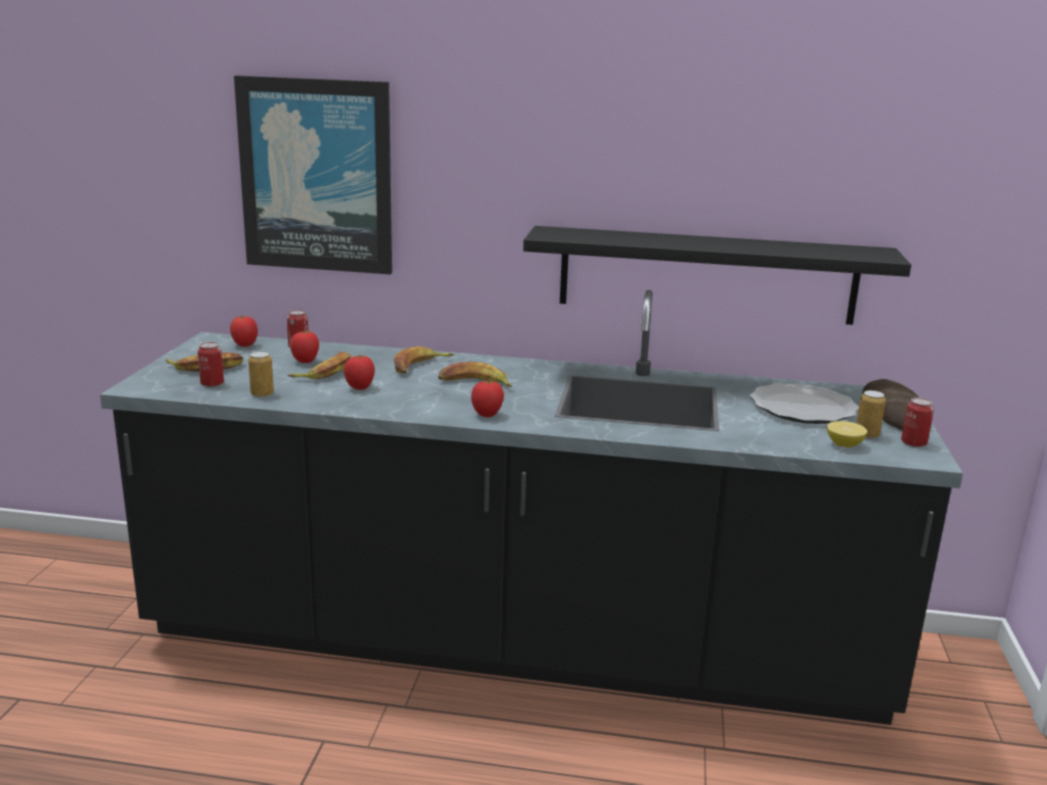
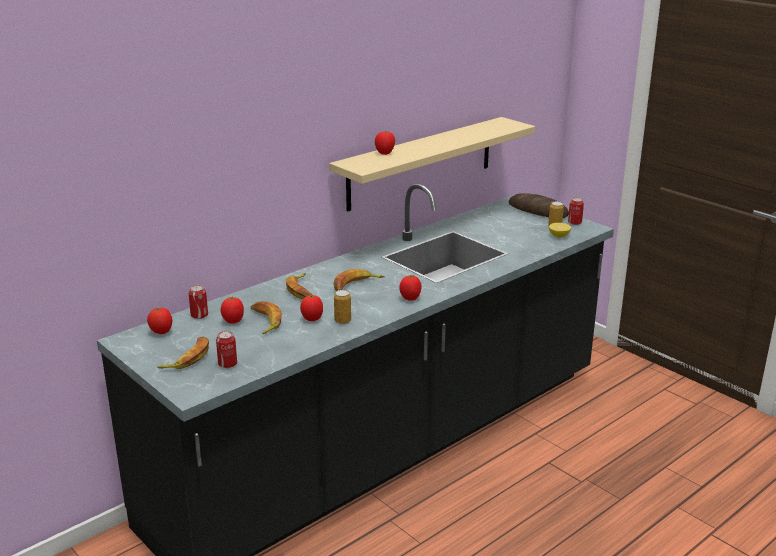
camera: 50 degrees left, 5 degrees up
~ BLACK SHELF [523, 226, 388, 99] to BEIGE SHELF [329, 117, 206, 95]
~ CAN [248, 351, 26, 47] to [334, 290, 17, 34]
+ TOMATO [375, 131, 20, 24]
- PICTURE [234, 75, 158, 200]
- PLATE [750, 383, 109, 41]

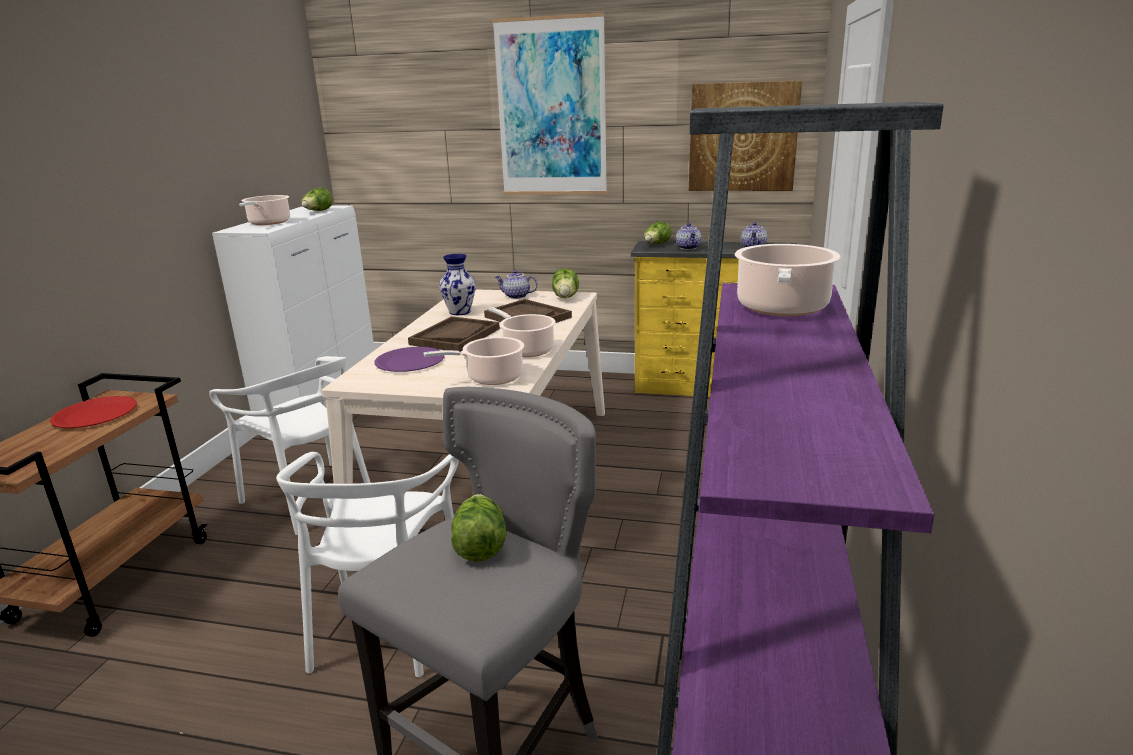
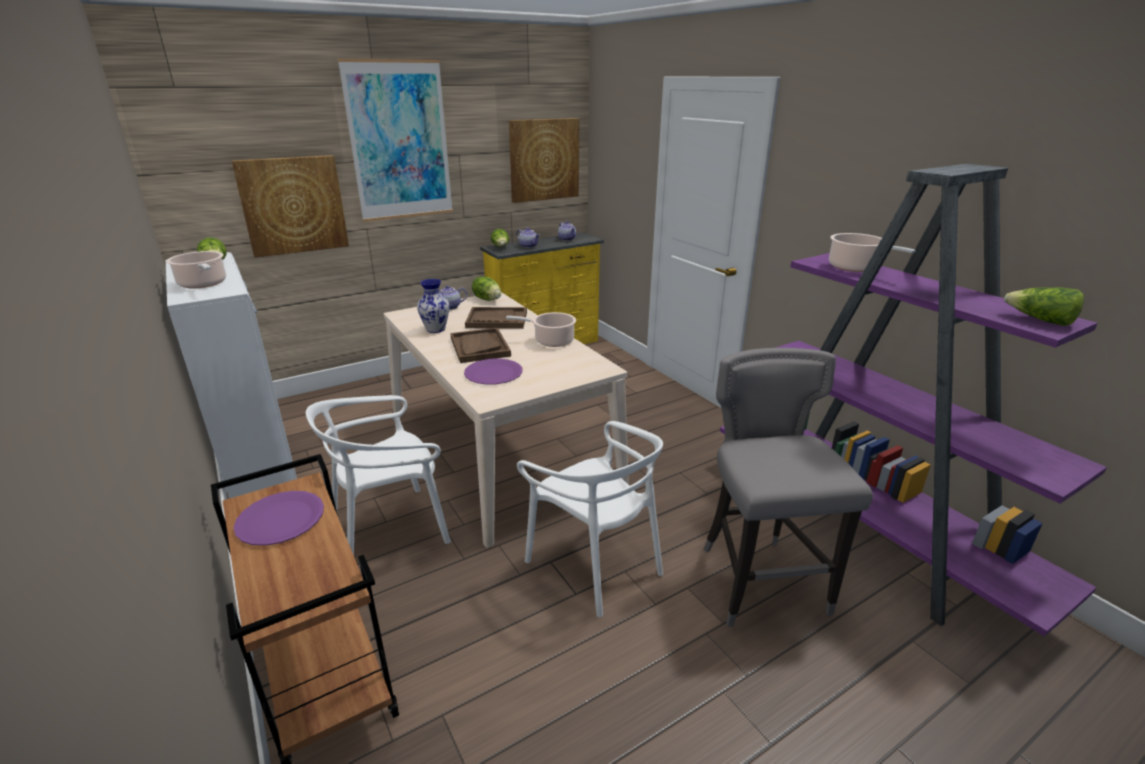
camera: 45 degrees left, 5 degrees up
+ PICTURE [231, 155, 118, 103]
~ RED PLATE [50, 396, 87, 32] to PURPLE PLATE [233, 491, 91, 55]
~ WHITE CHAIR [209, 356, 162, 179] = [306, 395, 145, 160] 150 degrees clockwise
~ LETTUCE [451, 494, 56, 68] to [1004, 287, 80, 39]
- COOKING POT [424, 337, 100, 48]

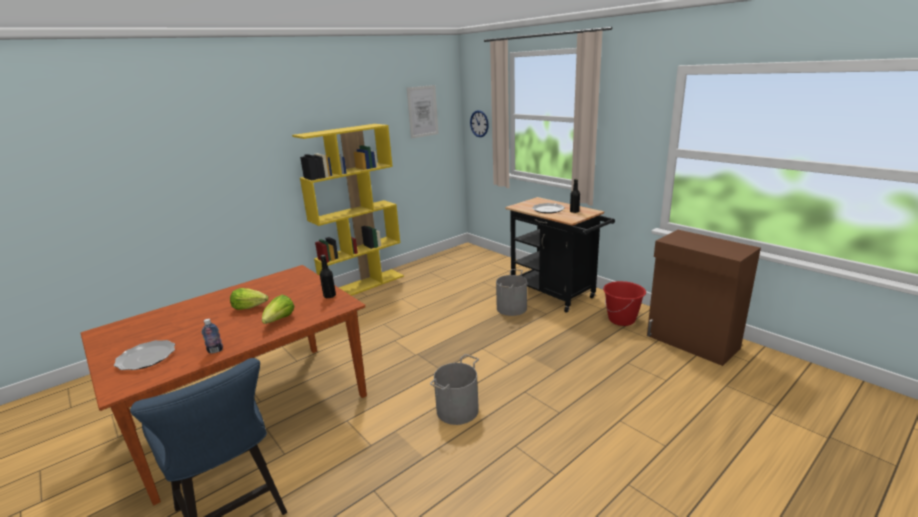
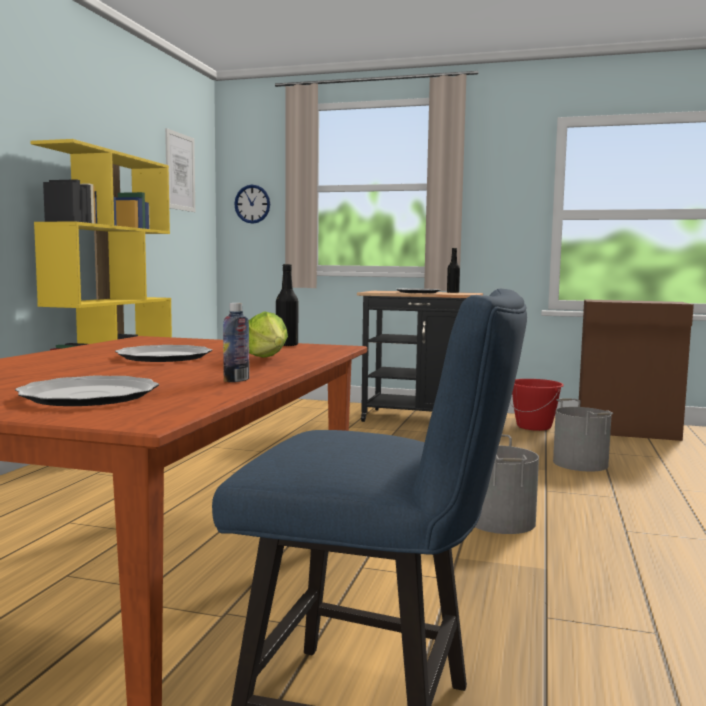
camera: 35 degrees left, 15 degrees down
~ LETTUCE [230, 288, 38, 22] to PLATE [115, 345, 97, 17]
~ GREY BUCKET [496, 269, 31, 47] to [553, 398, 60, 74]

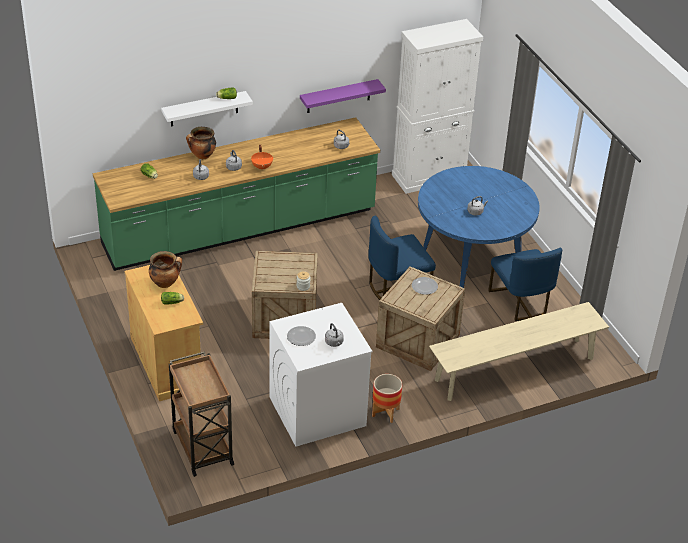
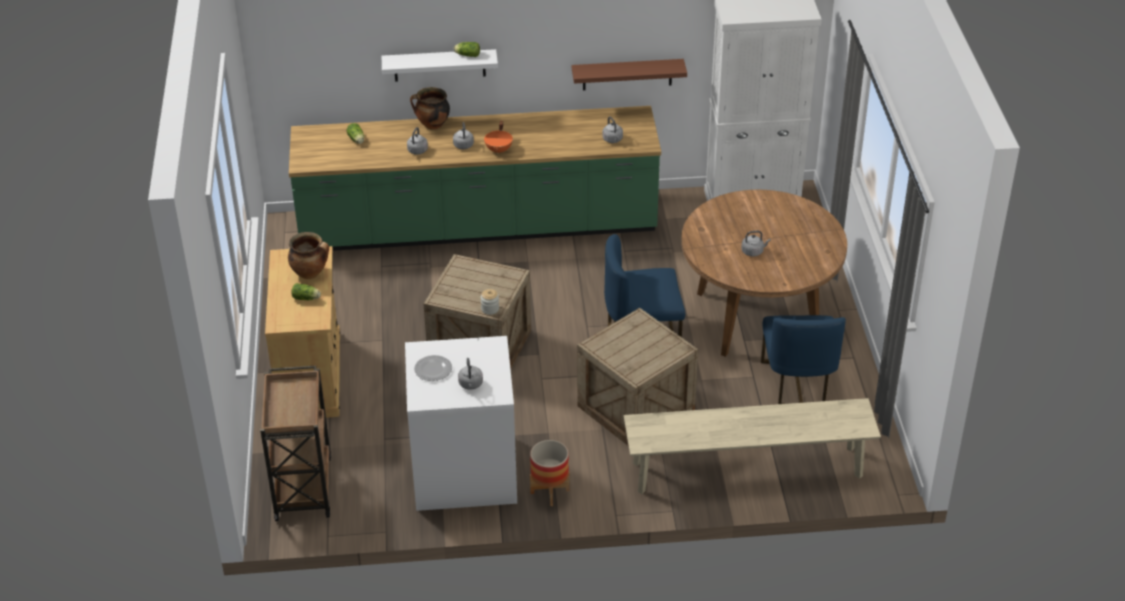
camera: 20 degrees right, 0 degrees up
~ PURPLE SHELF [300, 79, 86, 34] to BROWN SHELF [572, 59, 115, 31]
~ BLUE DINING TABLE [418, 166, 122, 122] to BROWN DINING TABLE [681, 190, 166, 167]
- PLATE [412, 277, 26, 18]

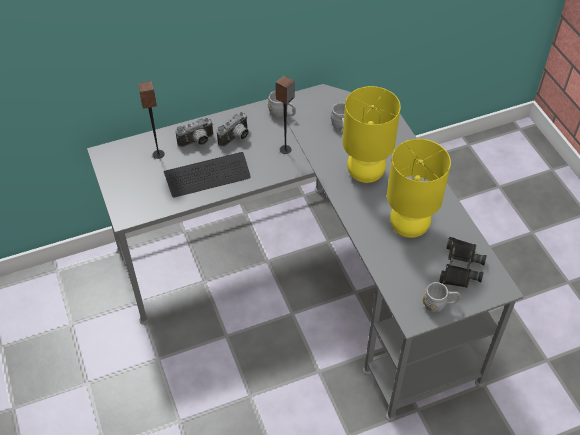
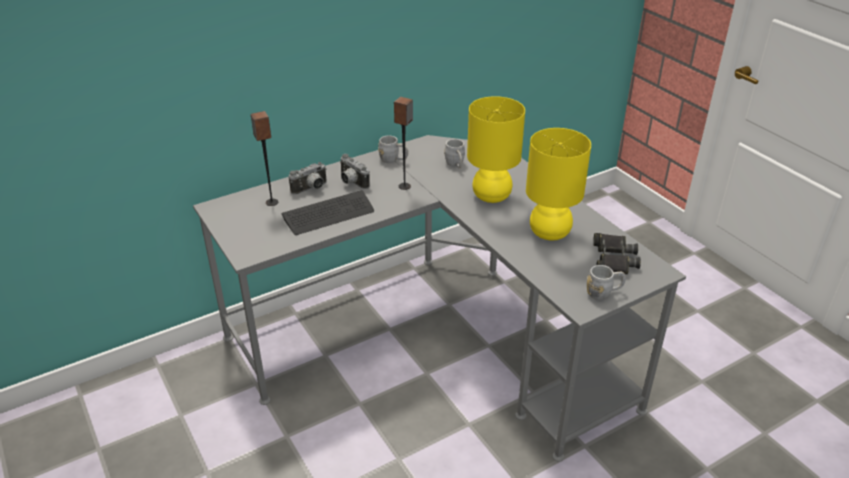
camera: 10 degrees left, 15 degrees down
~ PHOTO CAMERA [217, 112, 32, 35] = [340, 154, 30, 35] 105 degrees clockwise

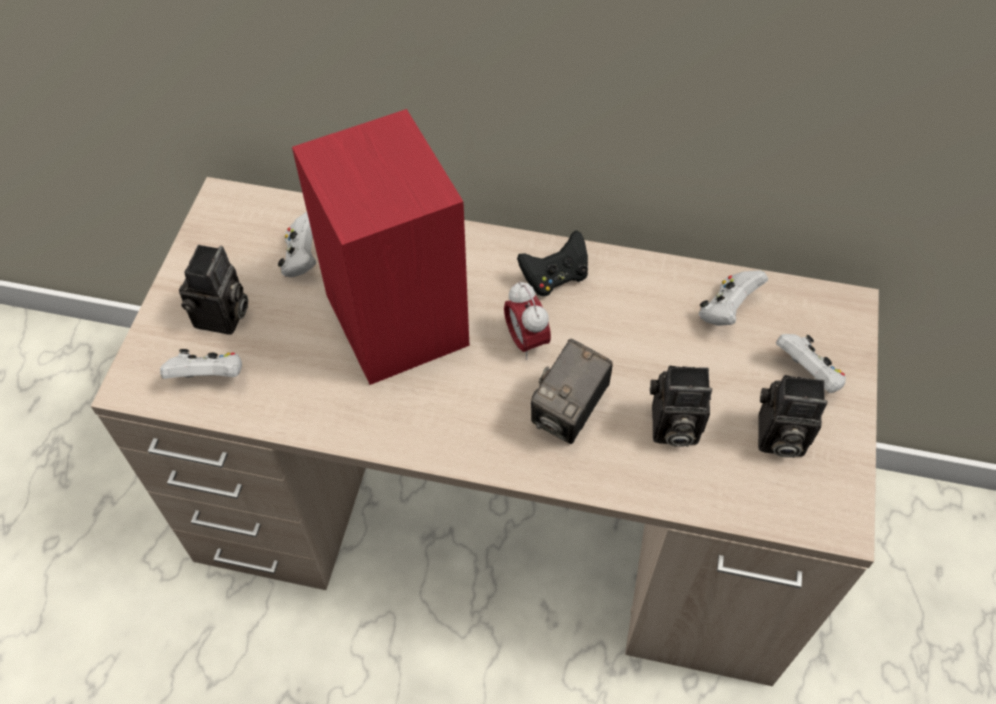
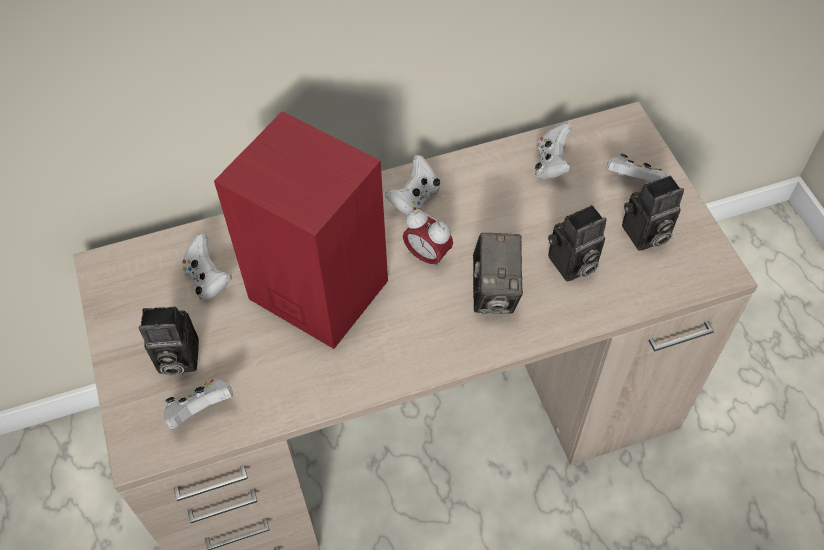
camera: 30 degrees left, 0 degrees up
~ PHOTO CAMERA [179, 245, 69, 90] = [139, 306, 60, 69] 105 degrees clockwise
~ BLACK GAME CONTROLLER [517, 231, 71, 65] to WHITE GAME CONTROLLER [385, 155, 55, 60]

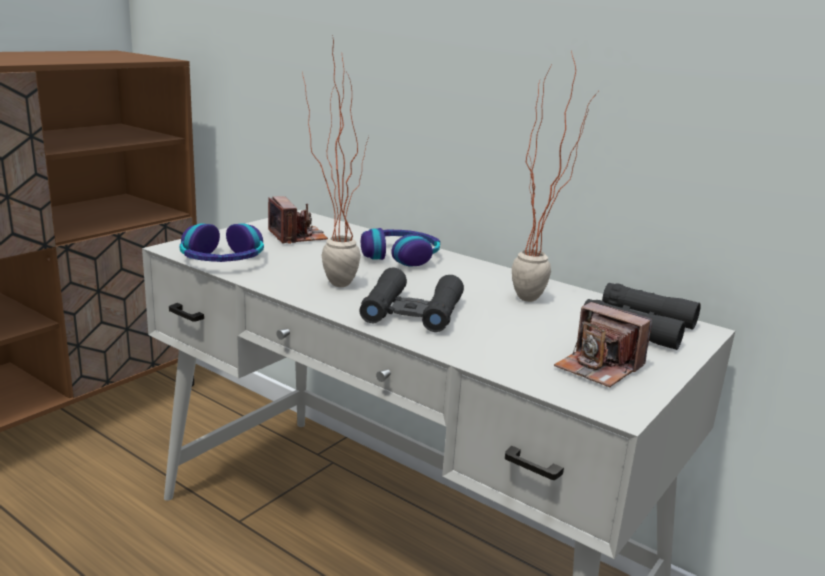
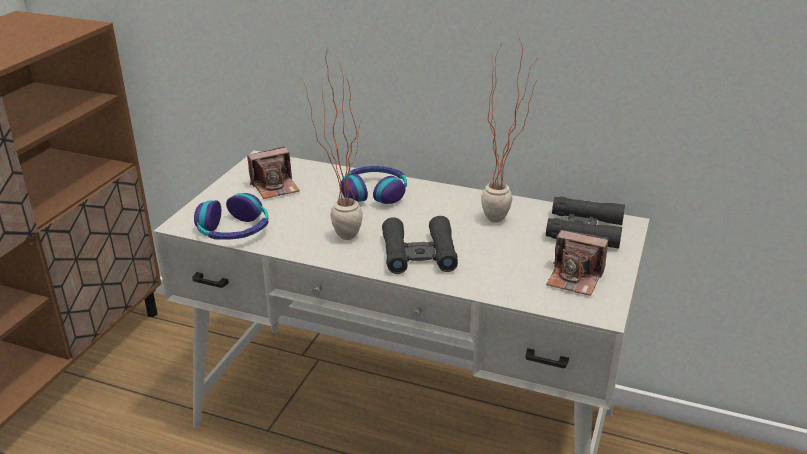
camera: 15 degrees left, 10 degrees up
~ PHOTO CAMERA [268, 196, 60, 48] = [247, 147, 53, 52] 105 degrees clockwise

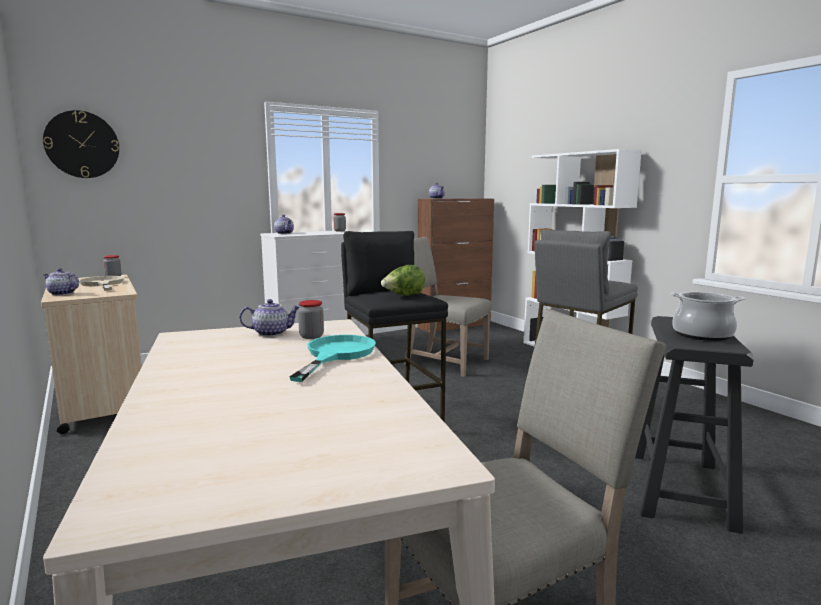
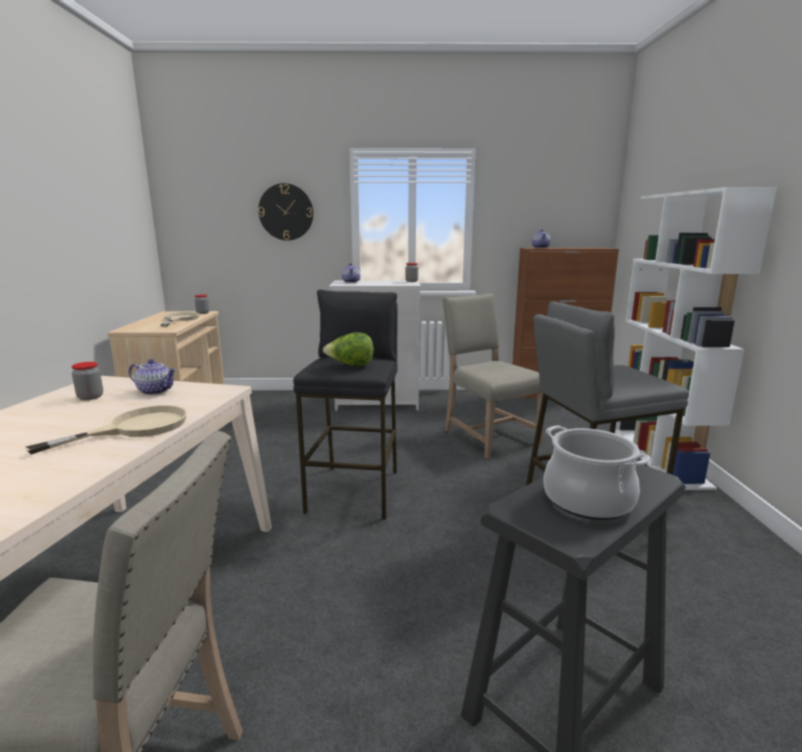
camera: 30 degrees right, 5 degrees up
~ TURQUOISE FRYING PAN [289, 335, 87, 47] to BEIGE FRYING PAN [25, 405, 162, 50]
~ JAR [298, 300, 26, 39] to [71, 362, 32, 38]
~ WALL CLOCK [43, 110, 76, 68] to [258, 183, 55, 57]
- TEAPOT [42, 268, 37, 27]

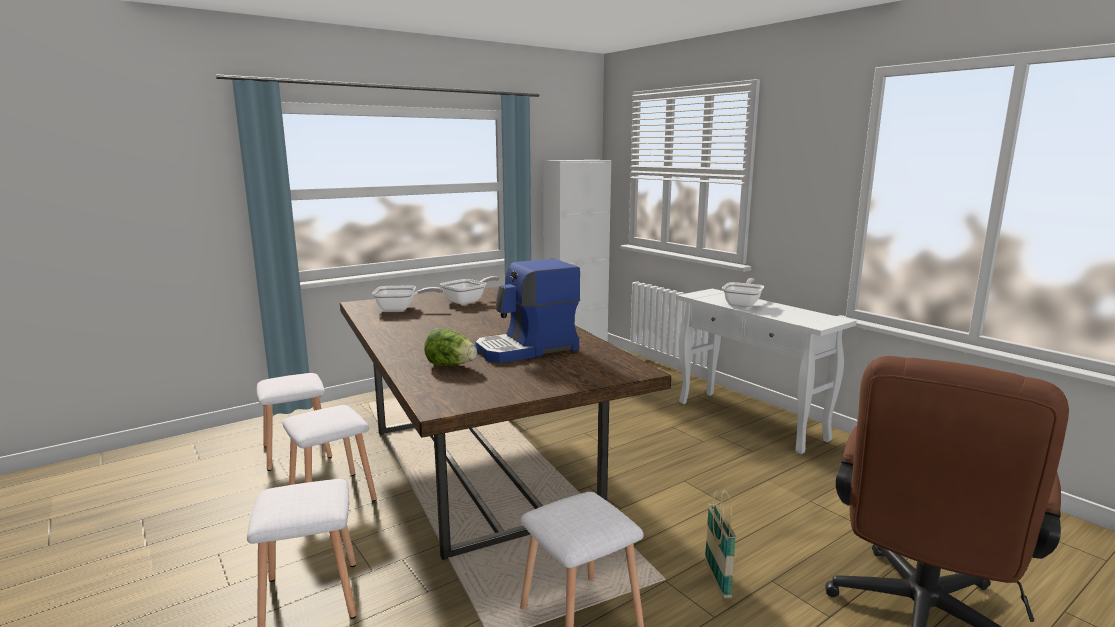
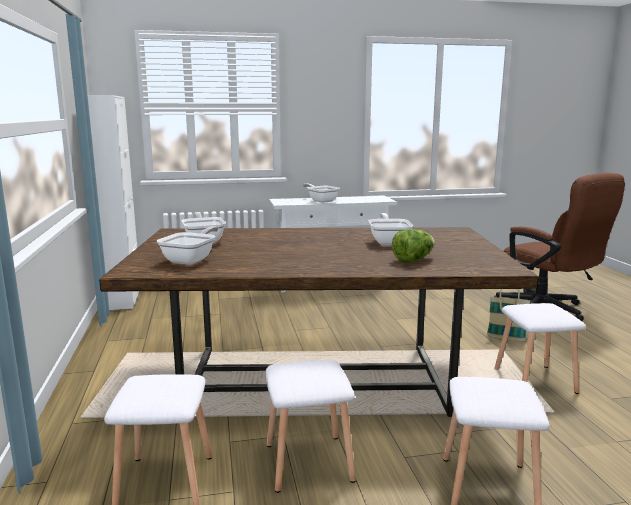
camera: 65 degrees left, 0 degrees up
~ COFFEE MACHINE [475, 259, 105, 104] to FRYING PAN [368, 213, 45, 32]

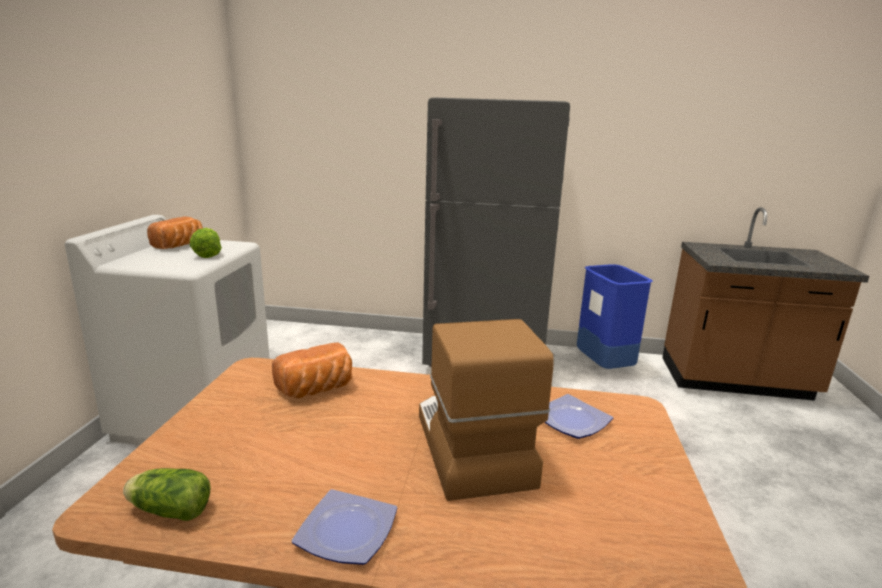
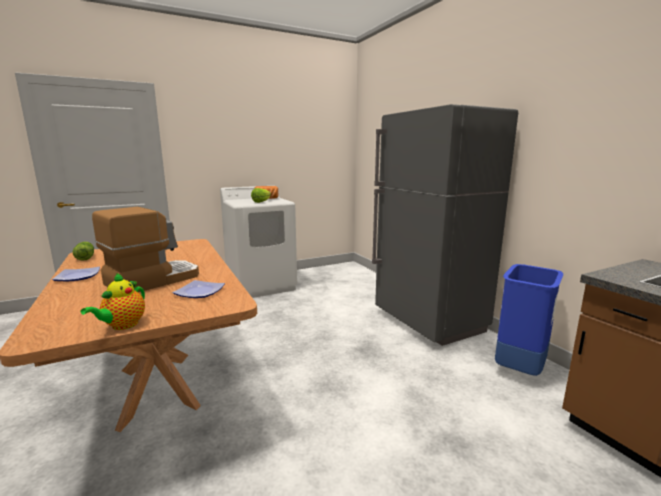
camera: 55 degrees right, 5 degrees down
+ TEAPOT [81, 273, 64, 57]
- BREAD [272, 342, 80, 57]

